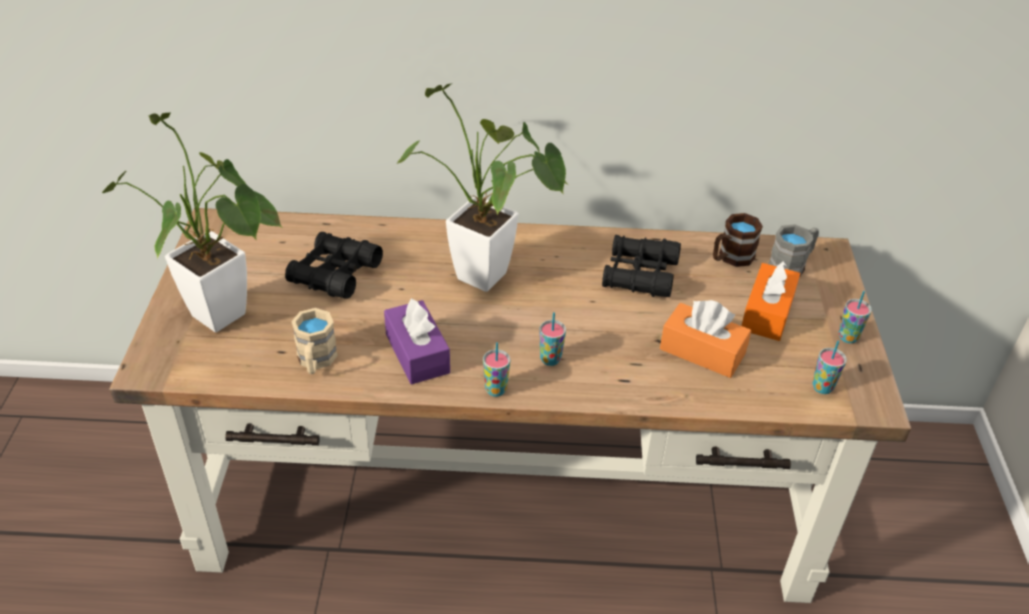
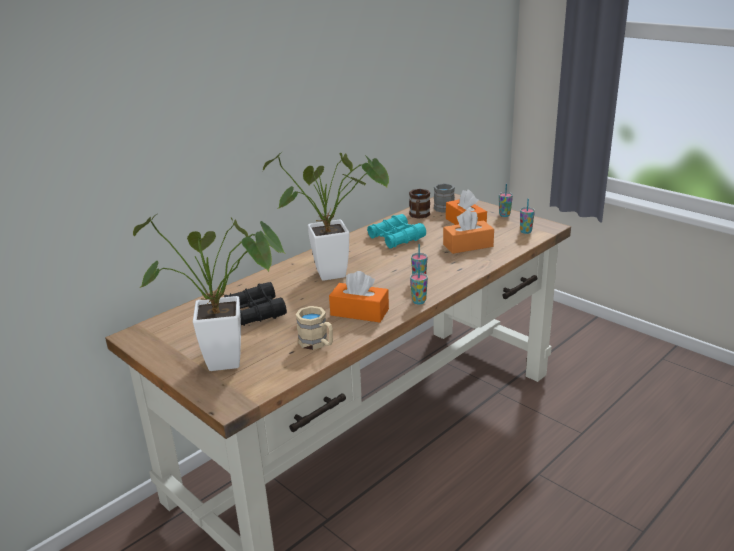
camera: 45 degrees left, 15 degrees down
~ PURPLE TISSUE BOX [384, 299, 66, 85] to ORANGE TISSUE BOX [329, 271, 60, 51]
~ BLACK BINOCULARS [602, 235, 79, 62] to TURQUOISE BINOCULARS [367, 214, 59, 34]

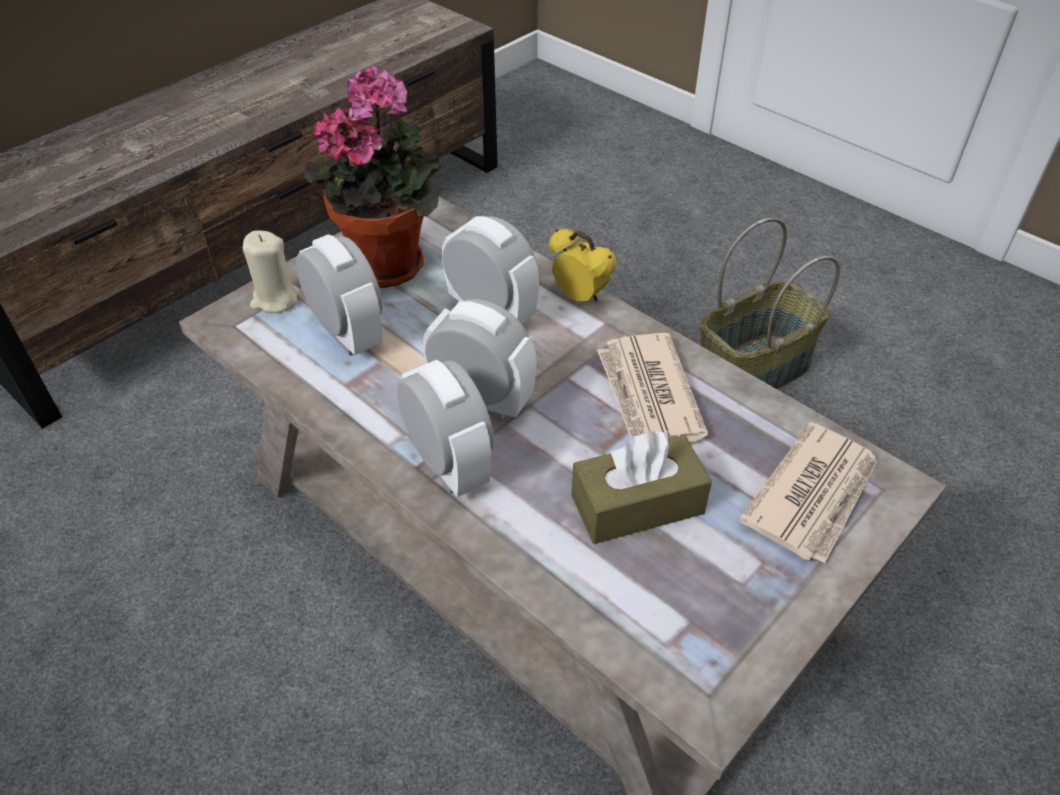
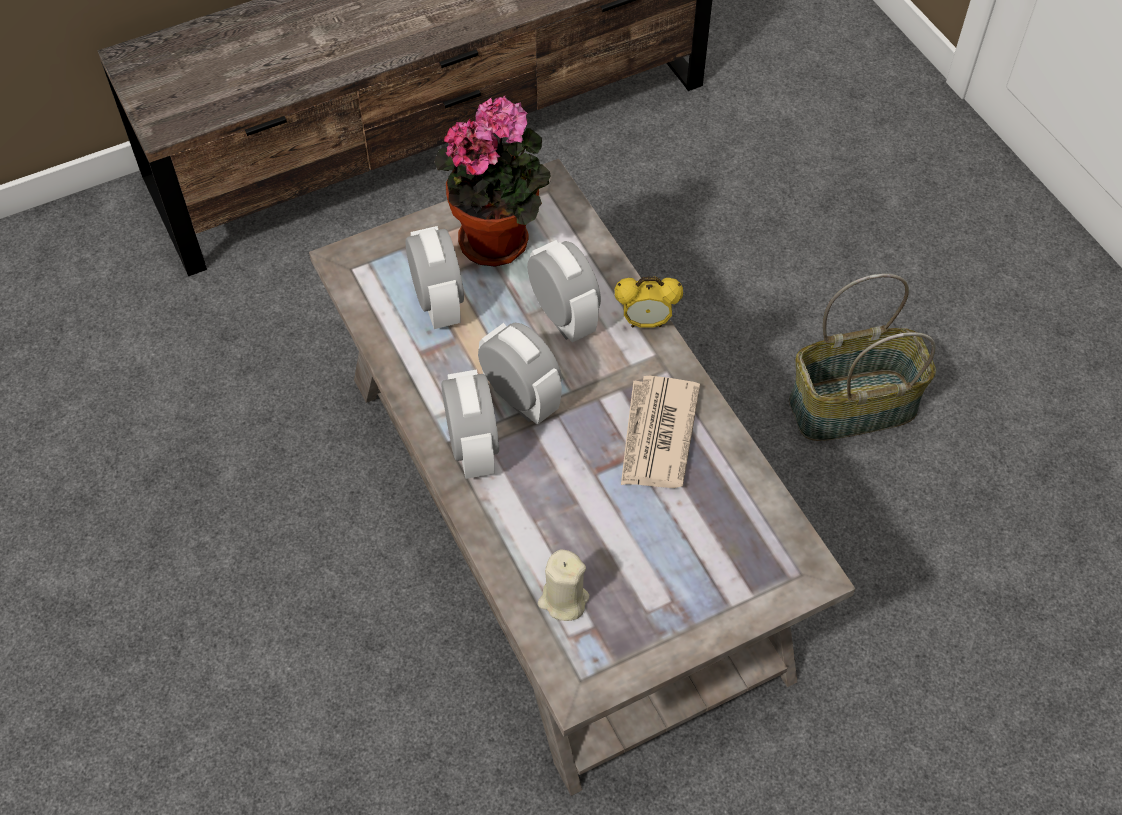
camera: 20 degrees right, 10 degrees up
~ BEIGE CANDLE [243, 231, 57, 82] to [538, 549, 51, 72]
~ ALARM CLOCK [549, 229, 68, 72] = [615, 277, 68, 51] 120 degrees clockwise
- BROWN TISSUE BOX [571, 431, 141, 113]
- NEWSPAPER [739, 422, 139, 142]

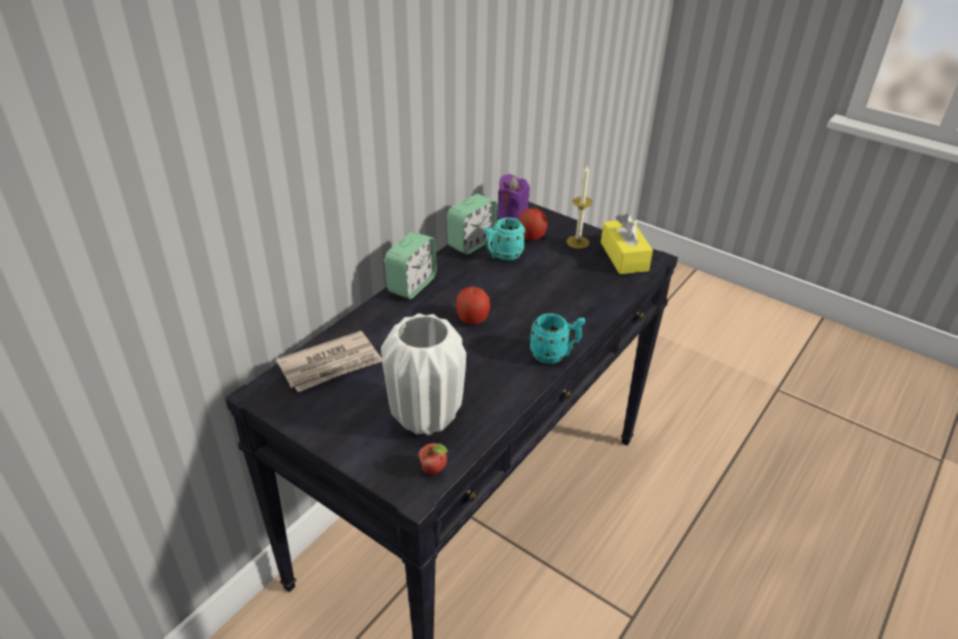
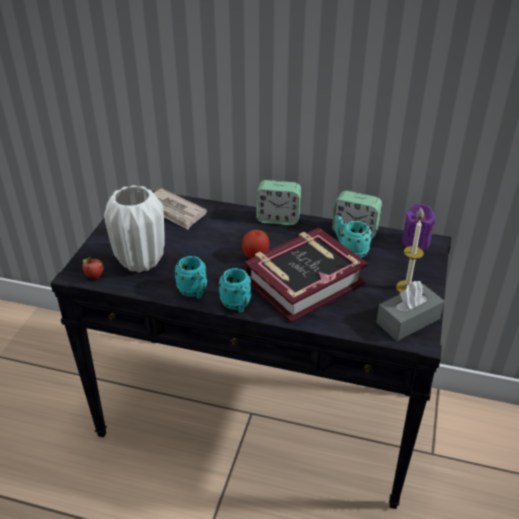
camera: 70 degrees right, 0 degrees up
+ TURQUOISE MUG [174, 256, 33, 43]
+ BOOK [245, 228, 123, 94]
~ YELLOW TISSUE BOX [601, 213, 52, 61] to GREY TISSUE BOX [376, 281, 68, 60]
- APPLE [519, 208, 28, 33]

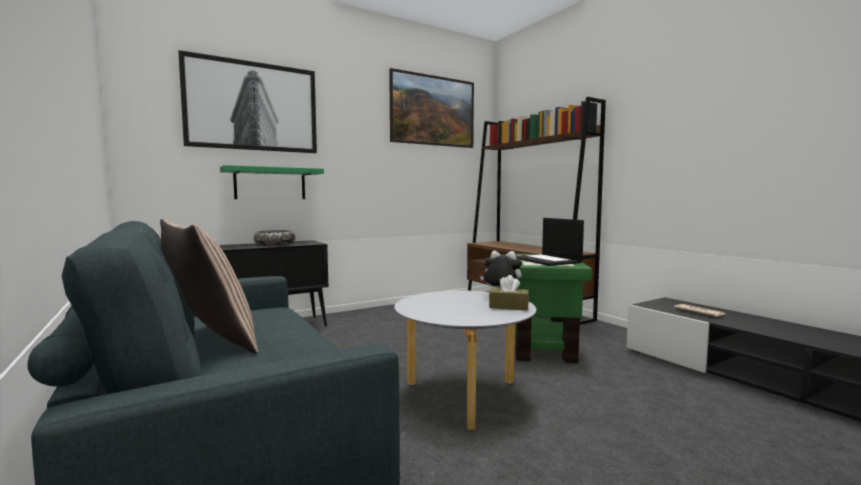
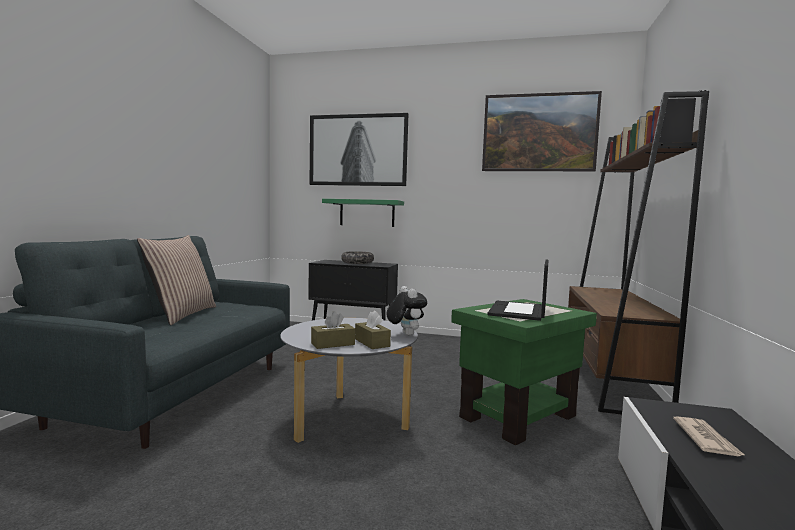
camera: 45 degrees right, 0 degrees up
+ BROWN TISSUE BOX [311, 311, 44, 38]

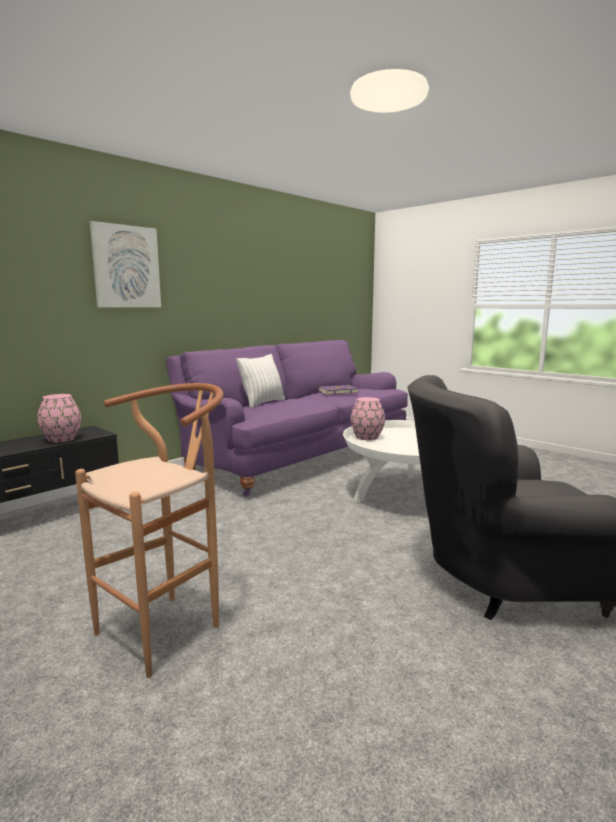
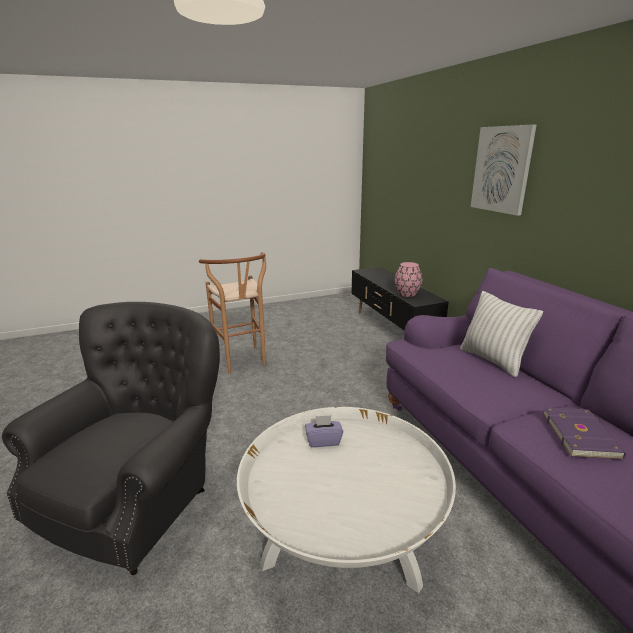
camera: 115 degrees right, 10 degrees up
+ PURPLE TISSUE BOX [305, 415, 38, 32]
- PINK VASE [350, 397, 35, 43]

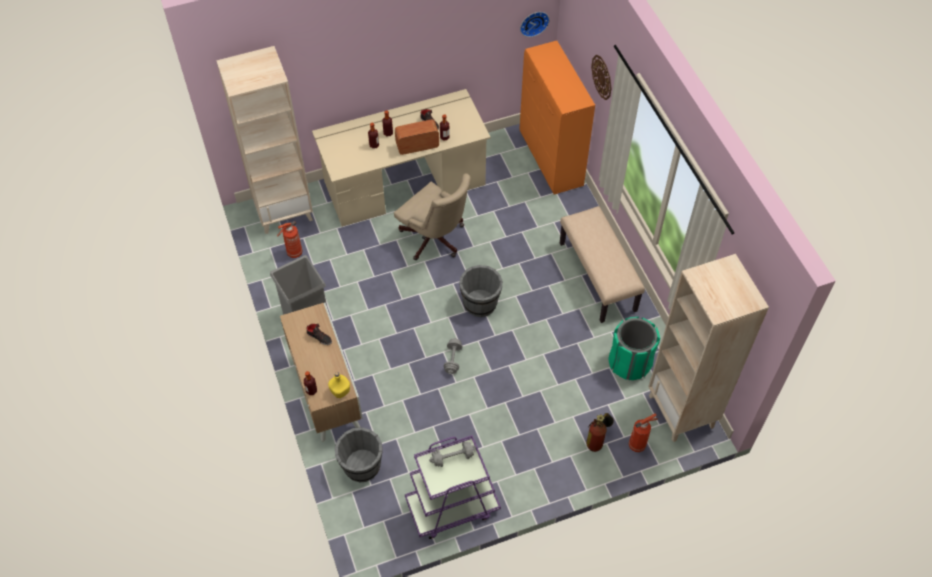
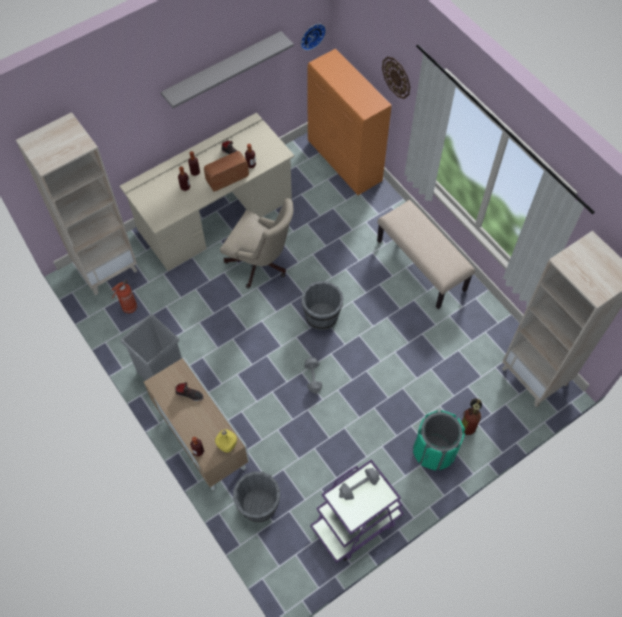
camera: 15 degrees left, 5 degrees up
+ GREY SHELF [161, 31, 133, 77]
~ GREEN TRASH CAN [608, 317, 52, 63] to [413, 410, 52, 61]
- FIRE EXTINGUISHER [628, 413, 30, 39]

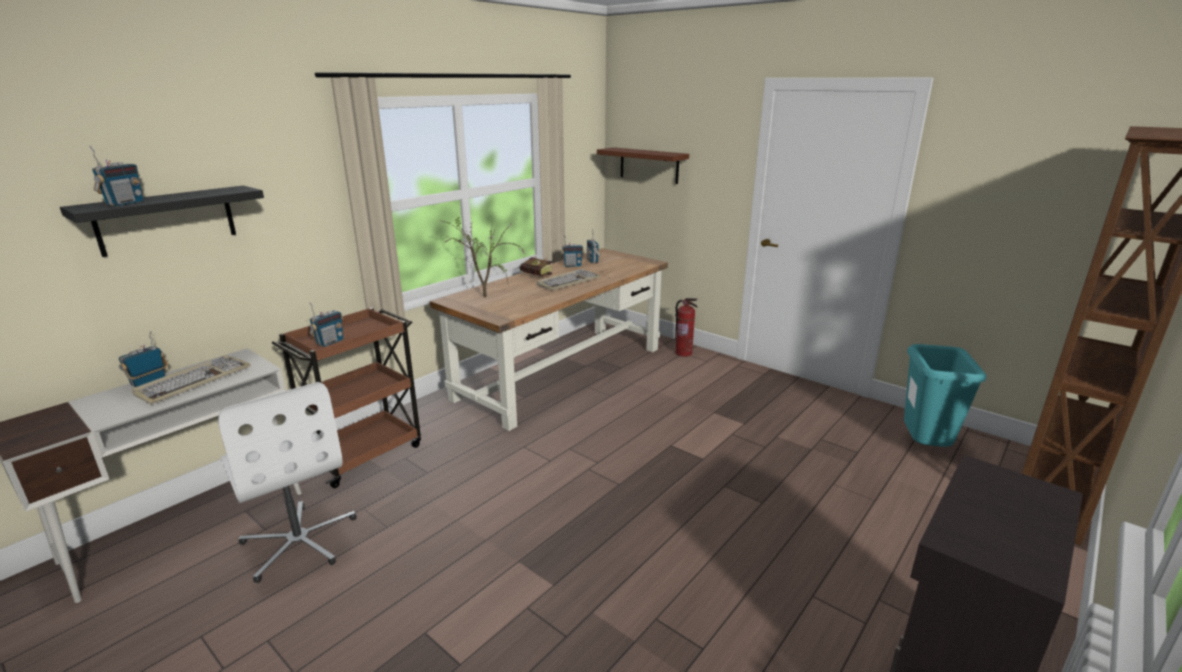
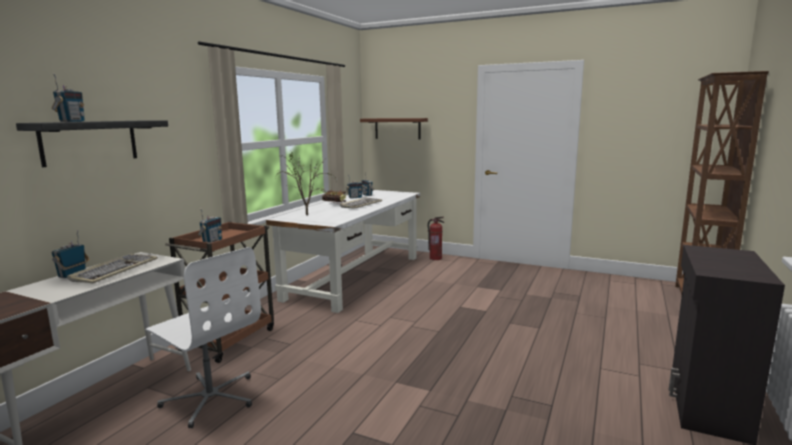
camera: 15 degrees left, 10 degrees down
~ BROWN DESK [430, 248, 238, 183] to WHITE DESK [266, 190, 154, 123]
- TURQUOISE TRASH CAN [904, 344, 83, 103]

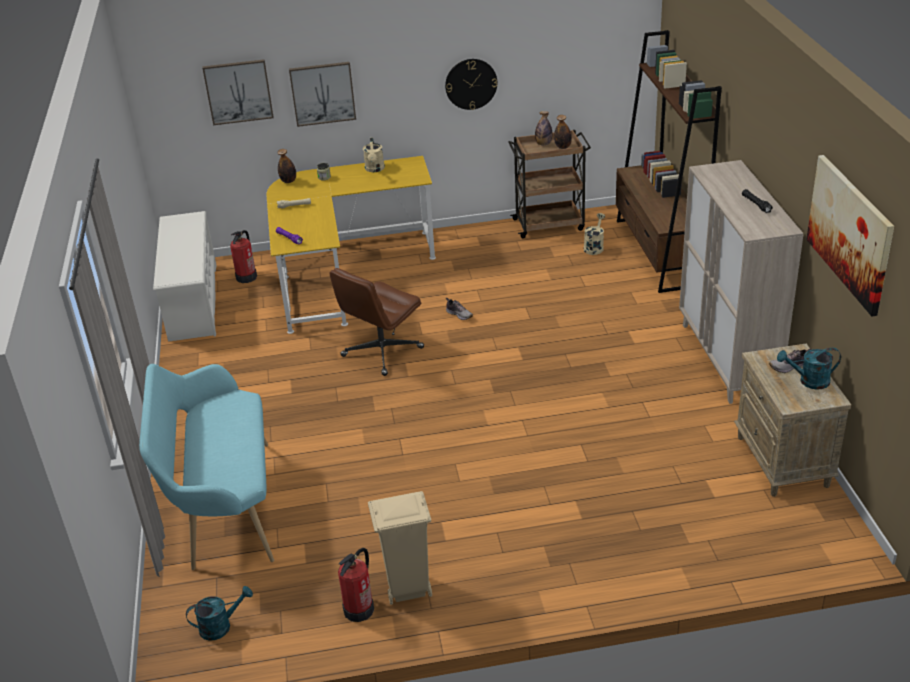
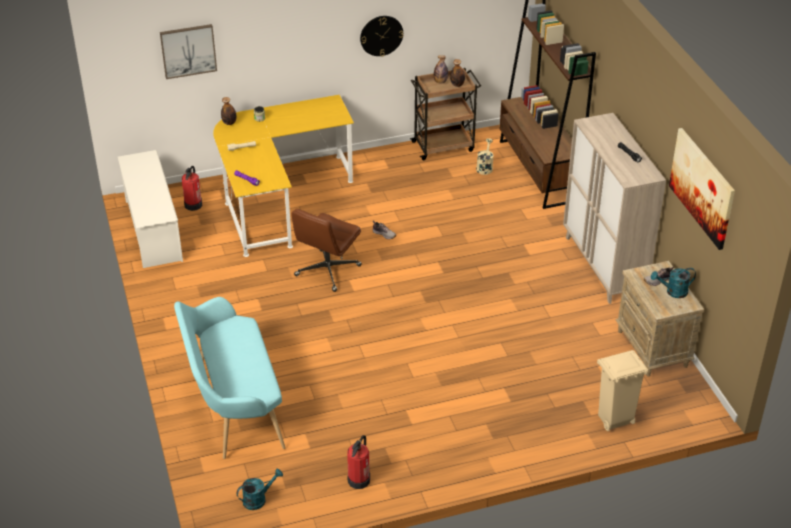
camera: 10 degrees left, 5 degrees up
~ BEIGE TRASH CAN [368, 491, 64, 114] to [597, 350, 51, 81]
- PICTURE [289, 62, 67, 65]
- BEIGE WATERING CAN [363, 138, 22, 34]

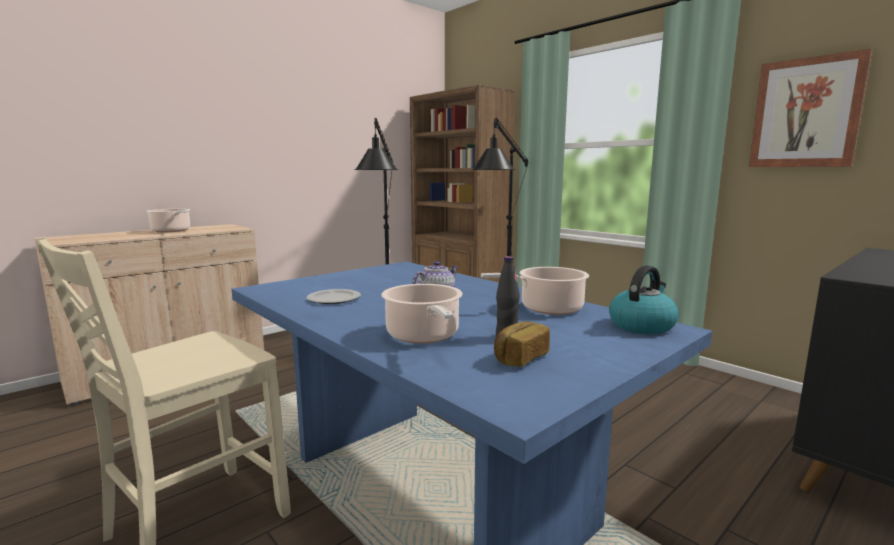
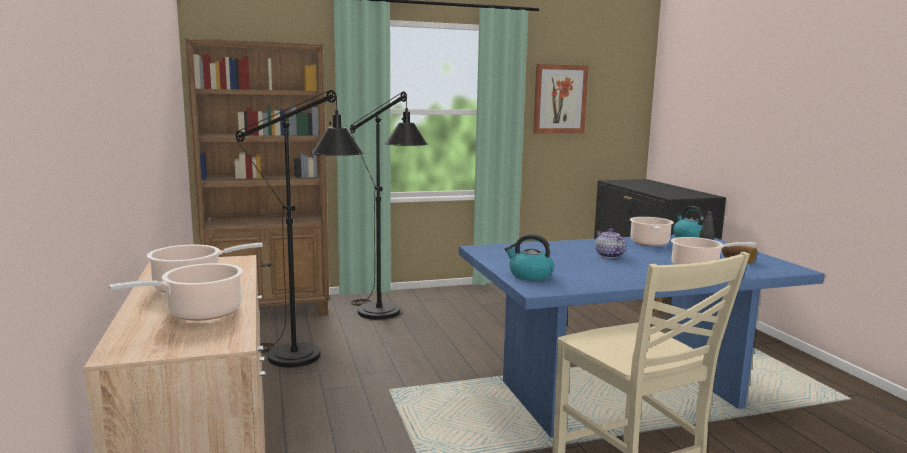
camera: 65 degrees left, 0 degrees up
+ COOKING POT [108, 263, 135, 58]
+ KETTLE [505, 234, 49, 47]
- PLATE [307, 289, 54, 15]

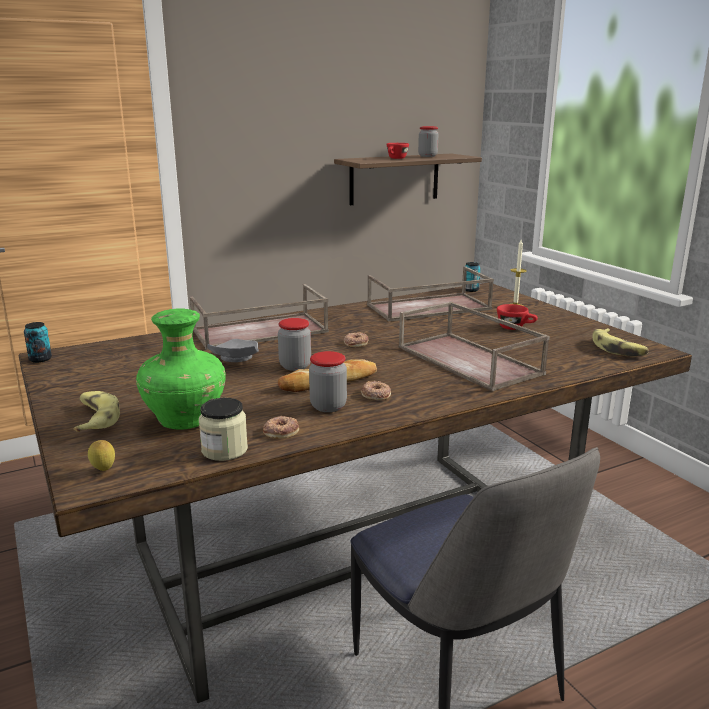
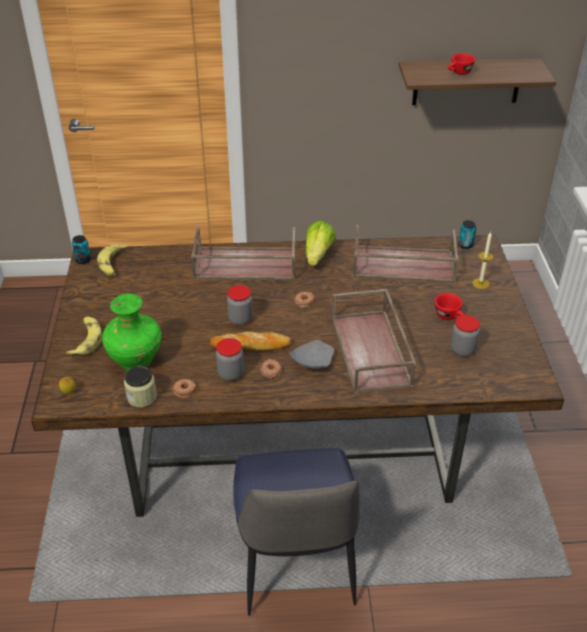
camera: 25 degrees right, 20 degrees up
~ BANANA [592, 328, 57, 28] to [97, 244, 32, 33]
~ GREY PLATE [207, 339, 52, 23] to [289, 340, 45, 29]
+ LETTUCE [305, 221, 31, 45]
~ JAR [418, 126, 20, 31] to [451, 315, 29, 42]

